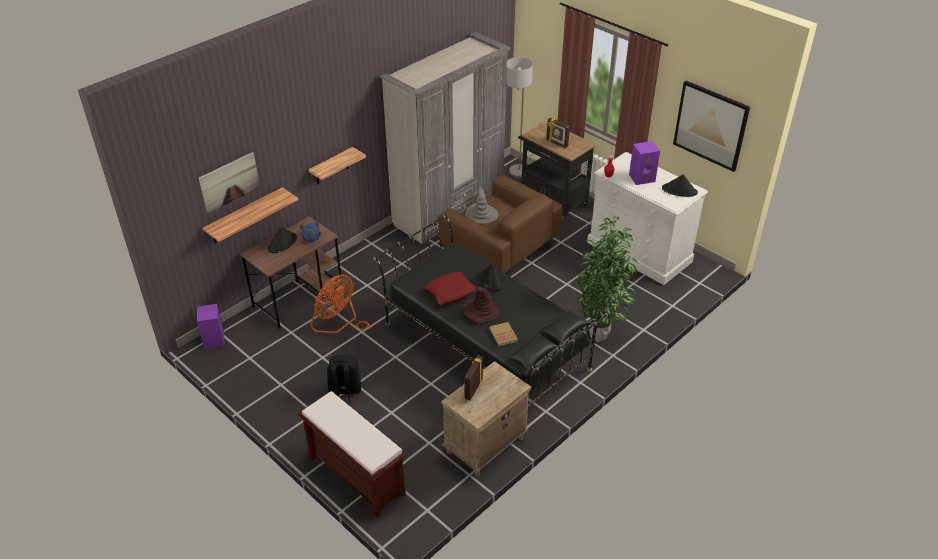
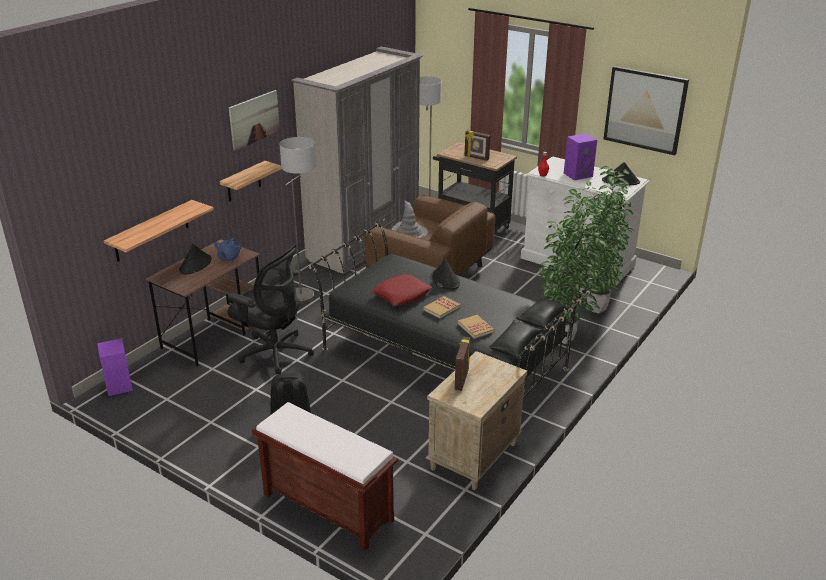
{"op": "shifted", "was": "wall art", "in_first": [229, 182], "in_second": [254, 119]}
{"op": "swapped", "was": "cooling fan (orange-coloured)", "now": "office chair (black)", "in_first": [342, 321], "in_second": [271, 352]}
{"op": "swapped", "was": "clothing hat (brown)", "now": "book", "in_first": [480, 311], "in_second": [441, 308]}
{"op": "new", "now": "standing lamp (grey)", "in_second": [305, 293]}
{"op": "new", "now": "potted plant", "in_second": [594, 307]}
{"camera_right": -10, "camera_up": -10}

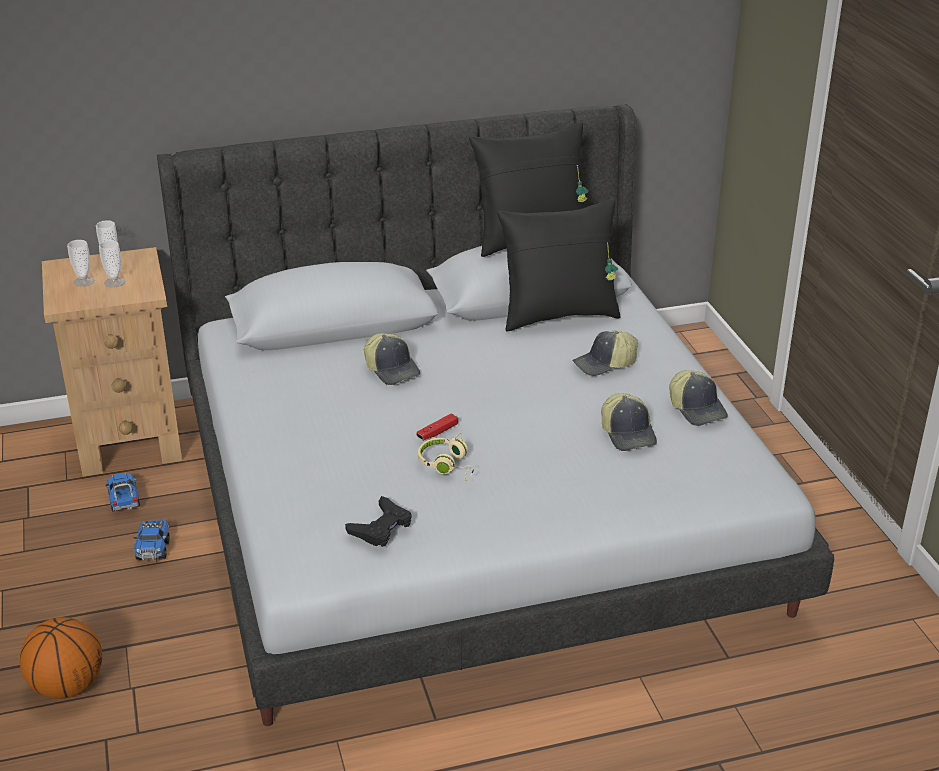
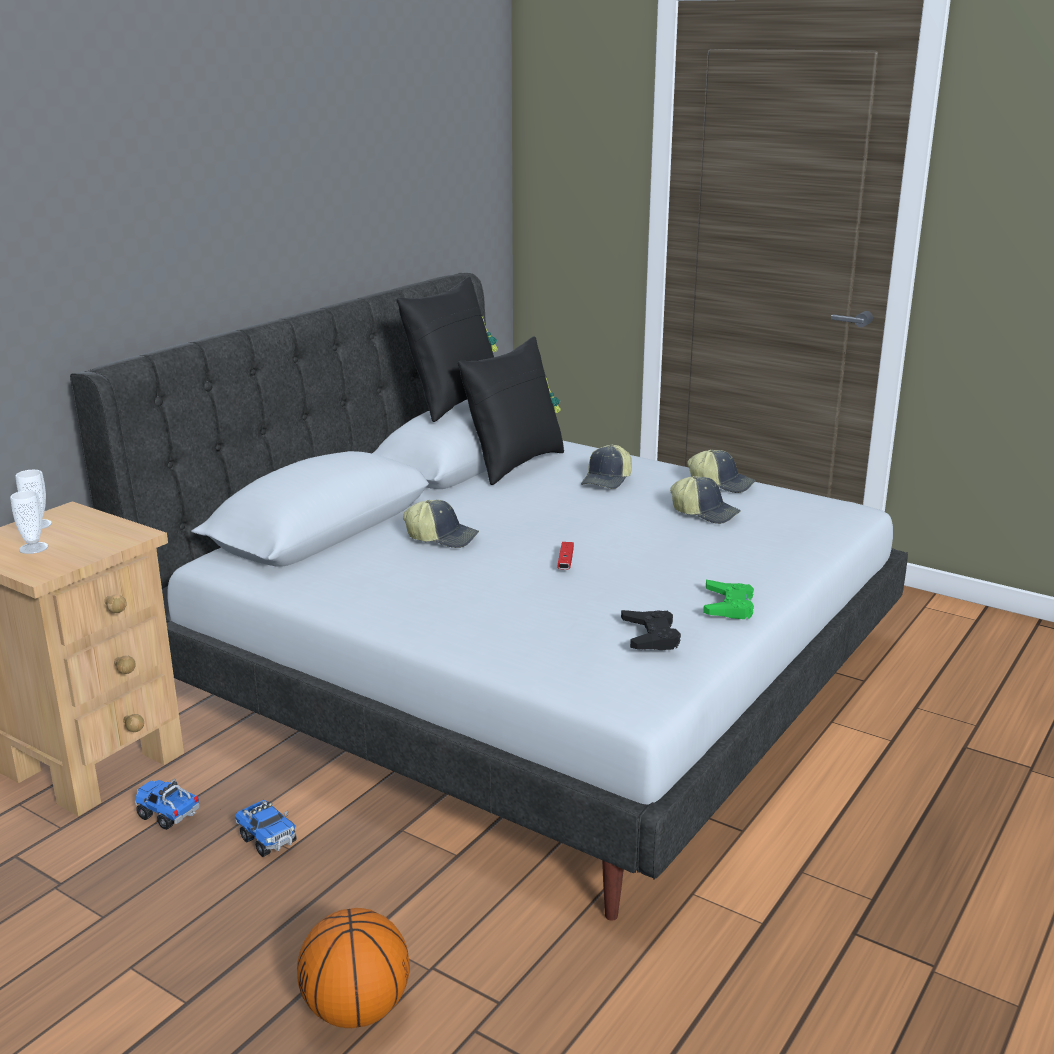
{"op": "gone", "was": "cup", "in_first": [114, 282]}
{"op": "gone", "was": "pair of headphones (sand-coloured)", "in_first": [448, 465]}
{"op": "new", "now": "game controller (green-coloured)", "in_second": [728, 606]}
{"camera_right": -40, "camera_up": -10}

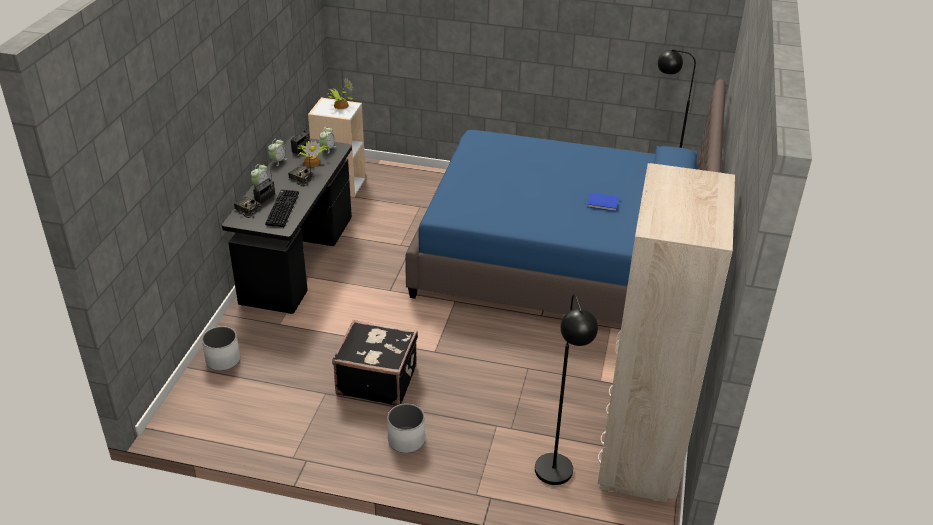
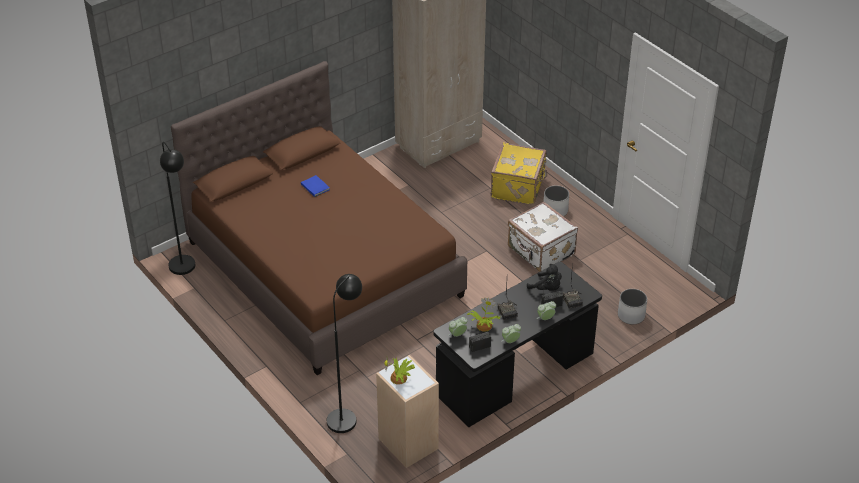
{"op": "repainted", "was": "bedroom bed (blue-coloured)", "now": "bedroom bed (brown)", "in_first": [560, 260], "in_second": [324, 268]}
{"op": "swapped", "was": "PC keyboard", "now": "plush toy (black)", "in_first": [281, 208], "in_second": [546, 288]}
{"op": "shifted", "was": "standing lamp (black)", "in_first": [556, 480], "in_second": [346, 416]}
{"op": "repainted", "was": "suitcase (black)", "now": "suitcase (white)", "in_first": [377, 379], "in_second": [540, 252]}
{"op": "new", "now": "suitcase (yellowish)", "in_second": [518, 187]}
{"camera_right": -140, "camera_up": 5}

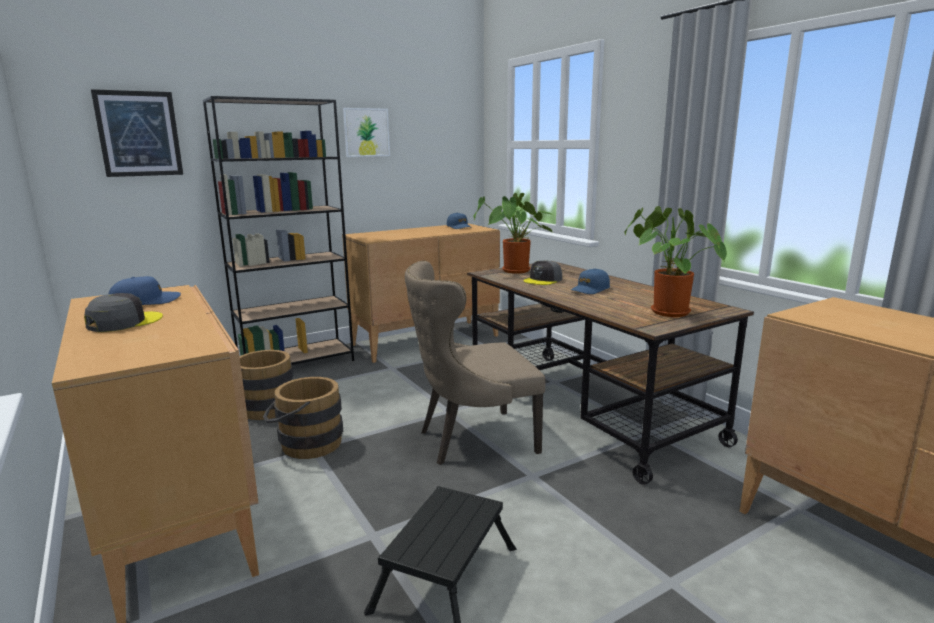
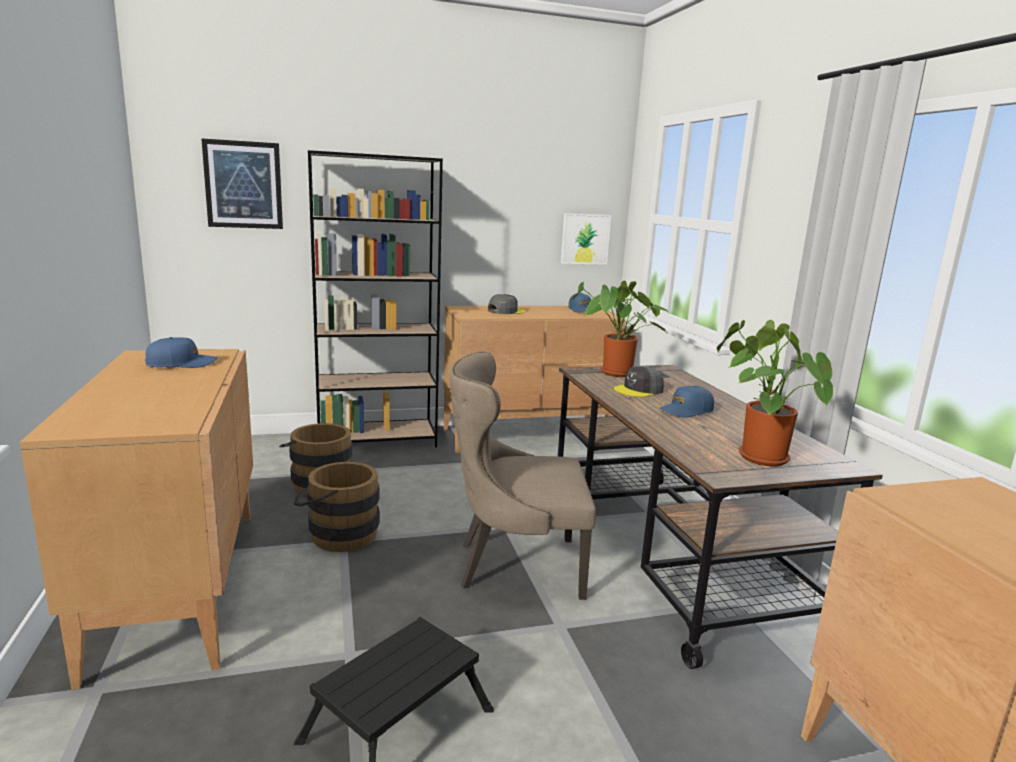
{"op": "shifted", "was": "wall art", "in_first": [366, 132], "in_second": [585, 239]}
{"op": "shifted", "was": "cap (grey)", "in_first": [124, 322], "in_second": [506, 311]}
{"camera_right": 15, "camera_up": 0}

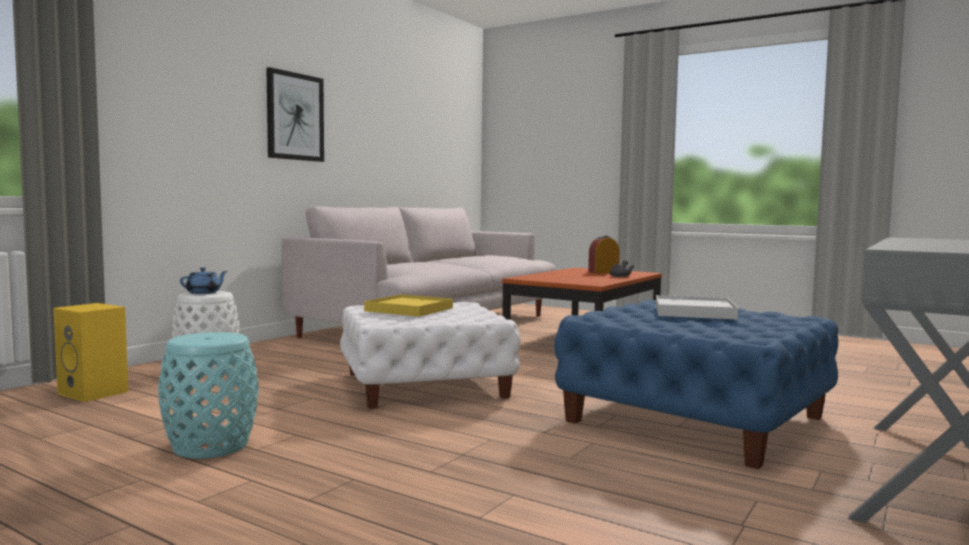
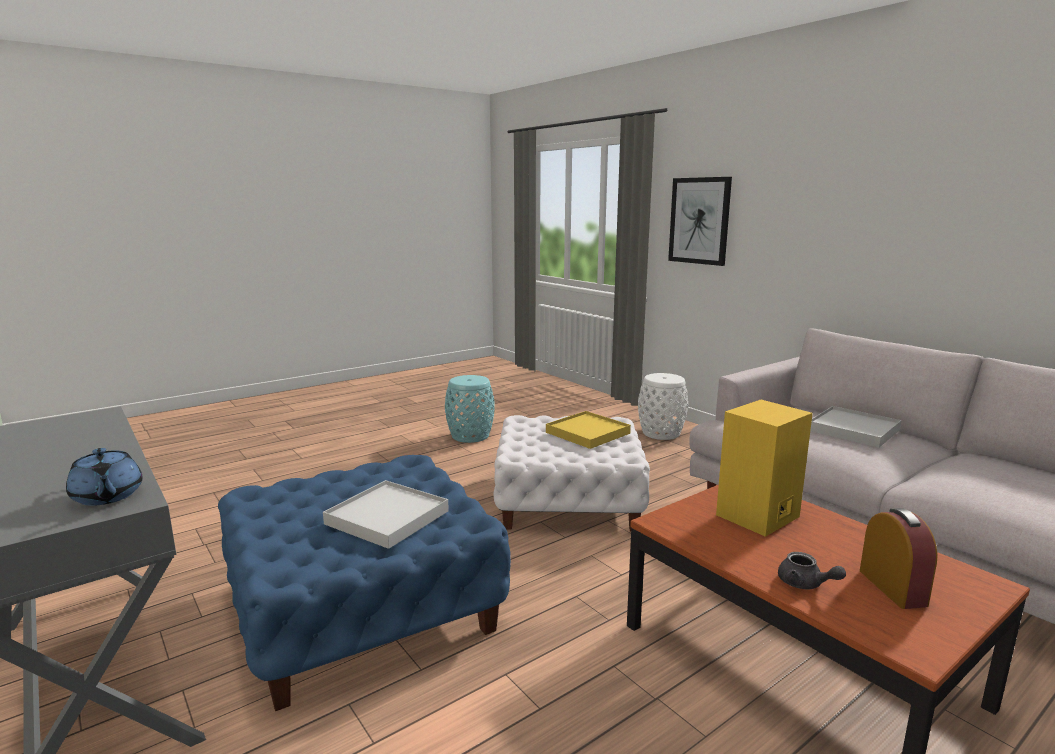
{"op": "shifted", "was": "wall art", "in_first": [295, 116], "in_second": [699, 221]}
{"op": "shifted", "was": "pot for tea (blue-coloured)", "in_first": [204, 293], "in_second": [107, 496]}
{"op": "shifted", "was": "loudspeaker (yellowish)", "in_first": [95, 393], "in_second": [758, 517]}
{"op": "new", "now": "carrying tray (white)", "in_second": [853, 430]}
{"camera_right": 110, "camera_up": 10}

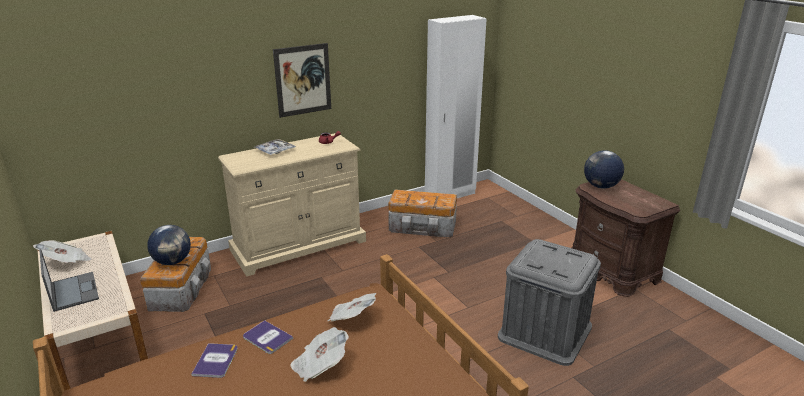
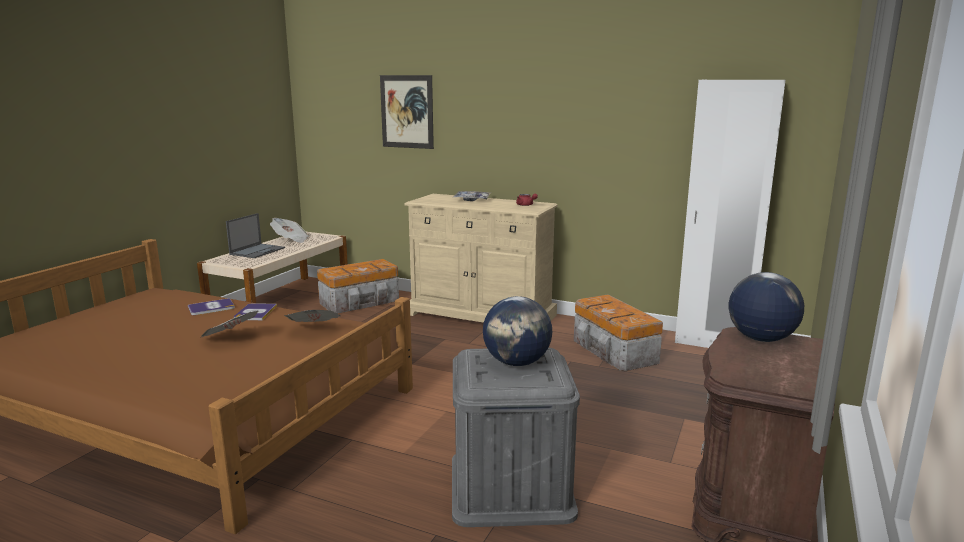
{"op": "shifted", "was": "wall art", "in_first": [303, 80], "in_second": [407, 112]}
{"op": "shifted", "was": "world globe", "in_first": [173, 261], "in_second": [517, 363]}
{"camera_right": 55, "camera_up": -10}

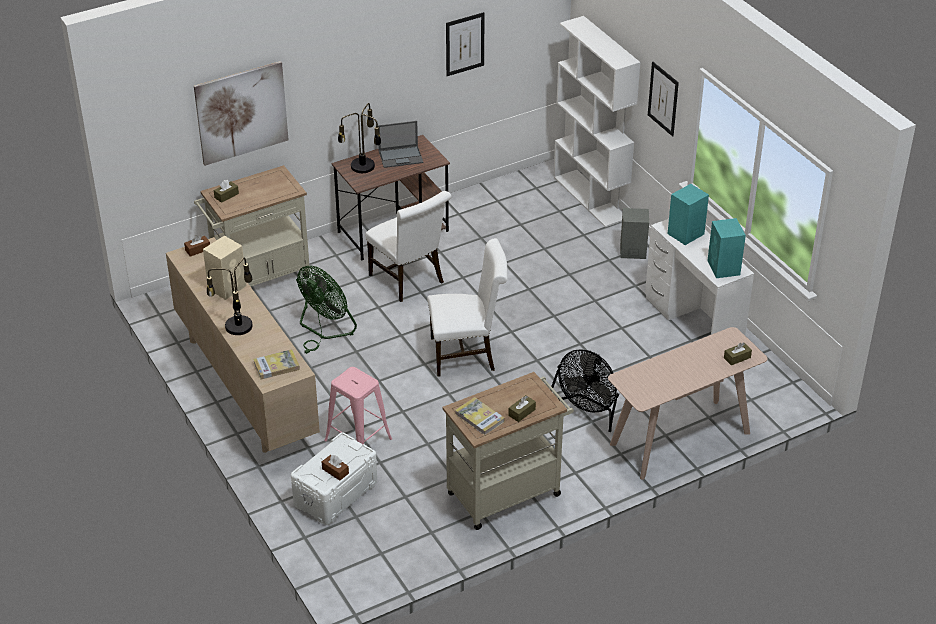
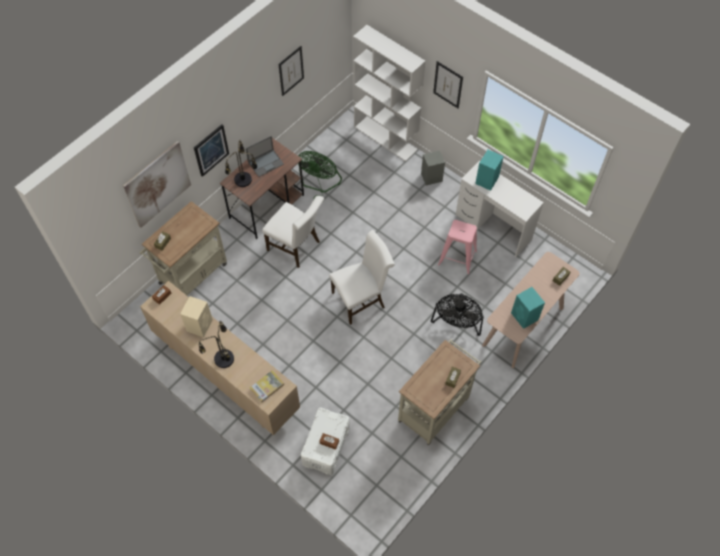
{"op": "shifted", "was": "loudspeaker (turquoise-coloured)", "in_first": [724, 268], "in_second": [525, 317]}
{"op": "shifted", "was": "cooling fan (green-coloured)", "in_first": [321, 328], "in_second": [317, 185]}
{"op": "shifted", "was": "stool seat (pink)", "in_first": [358, 439], "in_second": [457, 258]}
{"op": "gone", "was": "book", "in_first": [479, 418]}
{"op": "new", "now": "wall art", "in_second": [211, 150]}
{"camera_right": -20, "camera_up": 20}

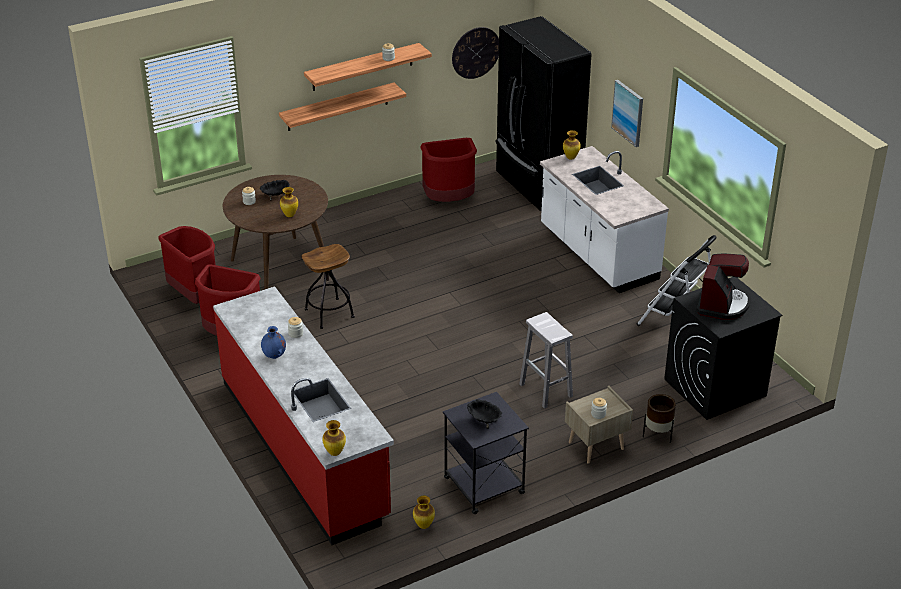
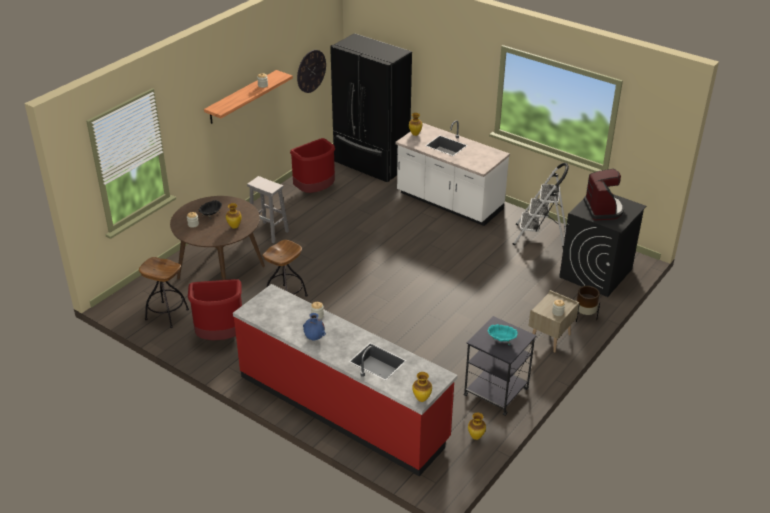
{"op": "gone", "was": "wall art", "in_first": [628, 113]}
{"op": "gone", "was": "bracket shelf", "in_first": [337, 107]}
{"op": "swapped", "was": "trash can (red)", "now": "stool seat (brown)", "in_first": [194, 295], "in_second": [166, 314]}
{"op": "shifted", "was": "stool seat (white)", "in_first": [546, 390], "in_second": [269, 232]}
{"op": "repainted", "was": "bowl (black)", "now": "bowl (turquoise-coloured)", "in_first": [484, 420], "in_second": [501, 340]}
{"camera_right": -25, "camera_up": 0}

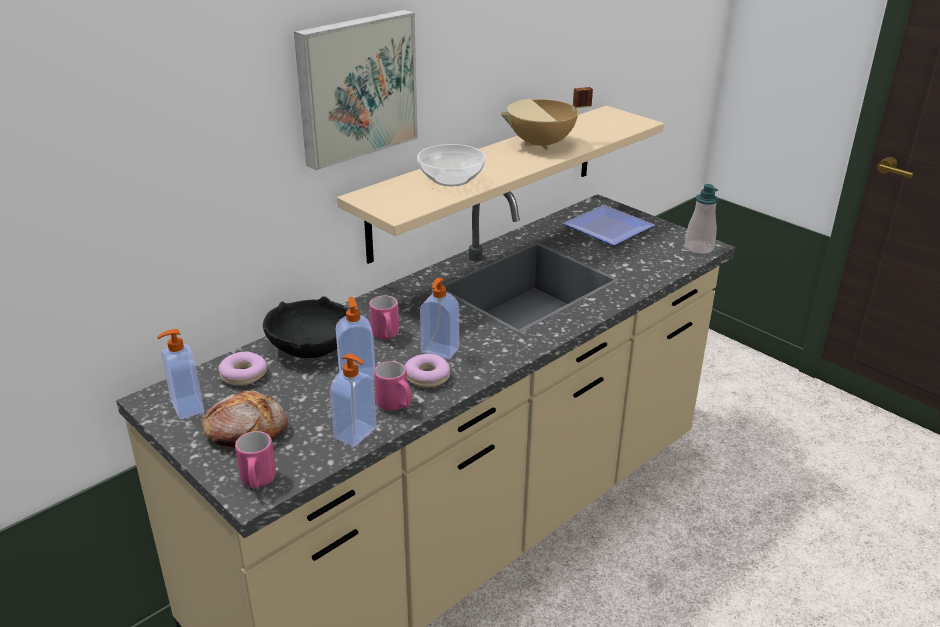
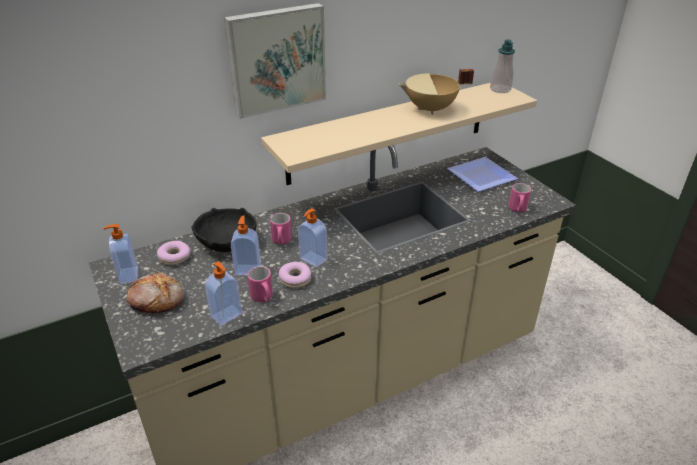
{"op": "gone", "was": "bowl", "in_first": [452, 179]}
{"op": "shifted", "was": "soap bottle", "in_first": [699, 248], "in_second": [500, 89]}
{"op": "shifted", "was": "tea mug (pink)", "in_first": [258, 482], "in_second": [517, 210]}
{"camera_right": 15, "camera_up": 5}

